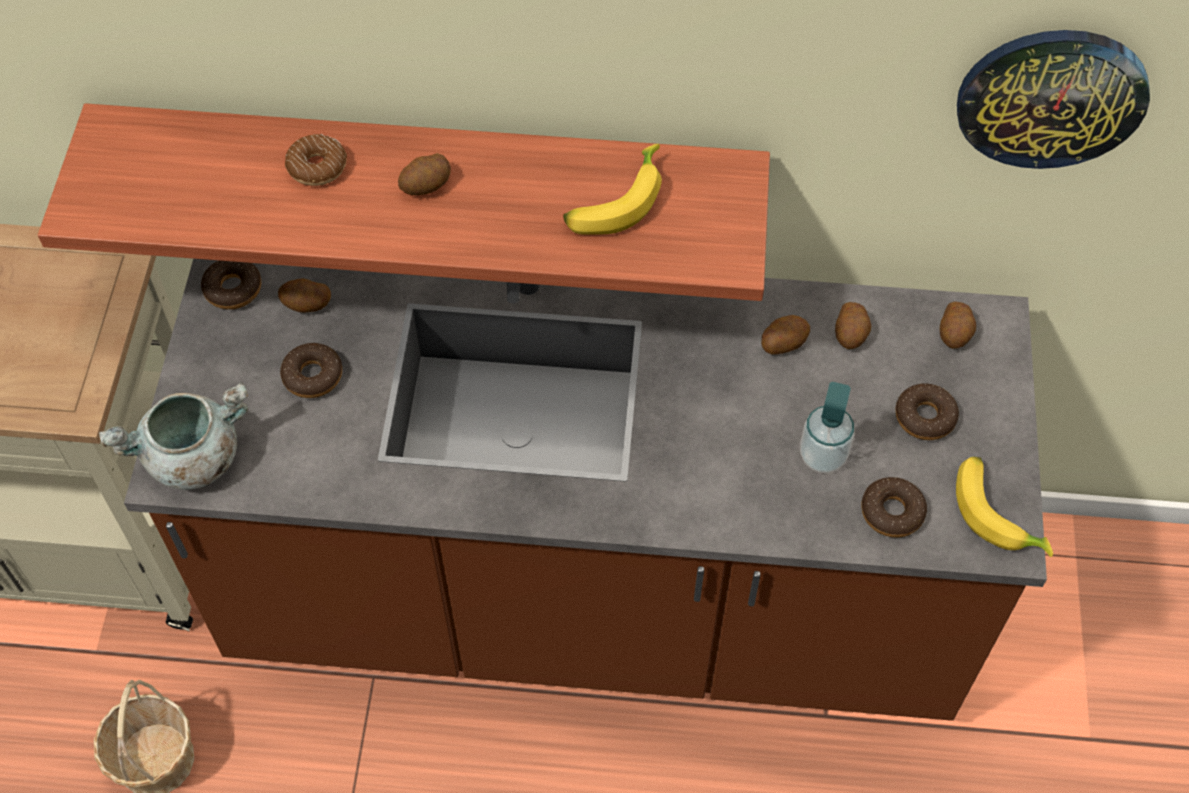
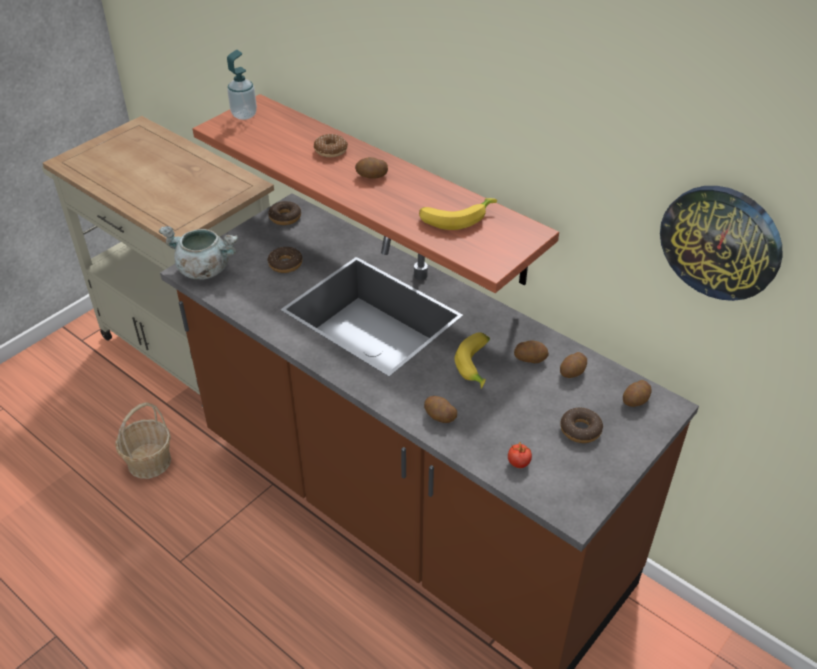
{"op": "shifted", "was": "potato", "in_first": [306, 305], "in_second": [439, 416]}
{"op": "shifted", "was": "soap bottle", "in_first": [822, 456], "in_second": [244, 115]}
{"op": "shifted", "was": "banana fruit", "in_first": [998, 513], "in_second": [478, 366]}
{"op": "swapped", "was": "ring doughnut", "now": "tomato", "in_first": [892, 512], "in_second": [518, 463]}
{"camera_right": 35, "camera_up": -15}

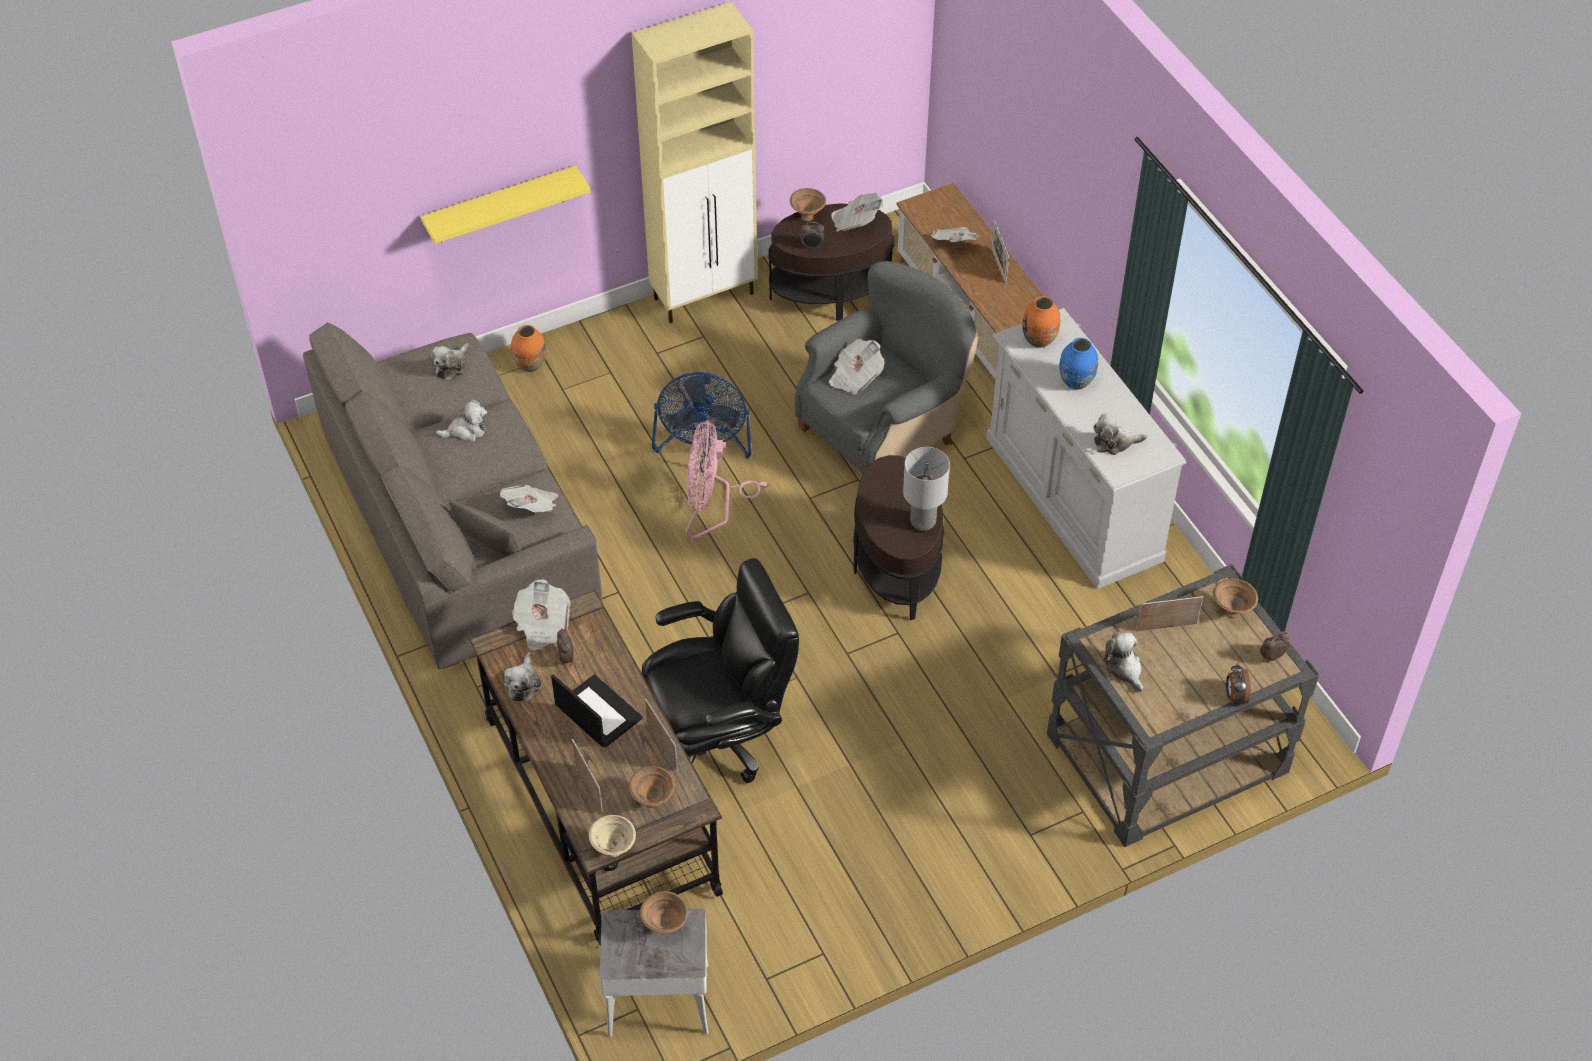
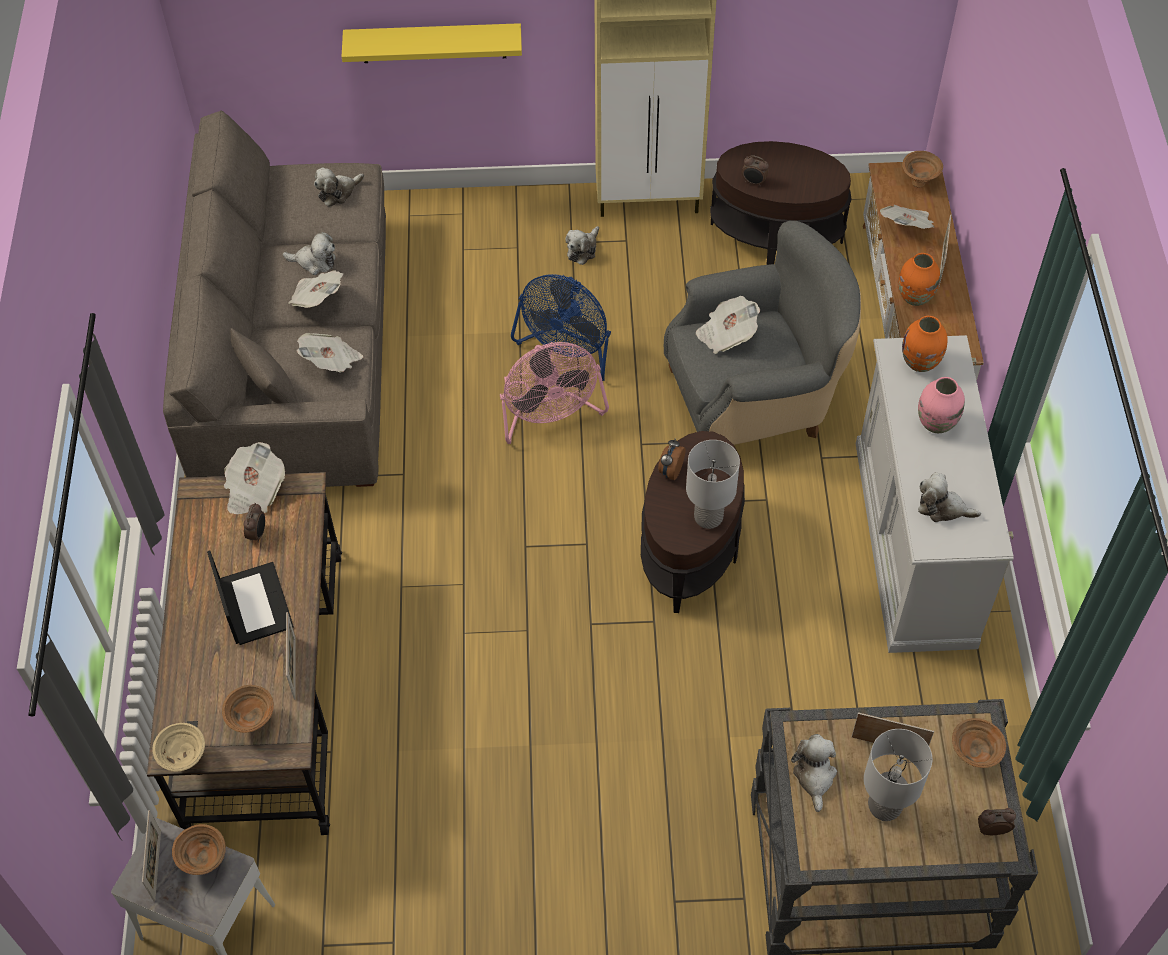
{"op": "shifted", "was": "bowl (brown)", "in_first": [807, 216], "in_second": [919, 182]}
{"op": "shifted", "was": "newspaper", "in_first": [855, 222], "in_second": [317, 298]}
{"op": "shifted", "was": "vase (orange-coloured)", "in_first": [530, 365], "in_second": [914, 297]}
{"op": "repainted", "was": "vase (blue-coloured)", "now": "vase (pink)", "in_first": [1076, 382], "in_second": [936, 423]}
{"op": "rotated", "was": "cooling fan (pink)", "in_first": [714, 501], "in_second": [545, 413], "clockwise": -135}
{"op": "gone", "was": "office chair (black)", "in_first": [720, 735]}
{"op": "shifted", "was": "plush toy", "in_first": [523, 684], "in_second": [583, 249]}
{"op": "shifted", "was": "bedside clock", "in_first": [1235, 696], "in_second": [670, 471]}
{"op": "shifted", "was": "standing frame", "in_first": [589, 788], "in_second": [157, 866]}
{"op": "new", "now": "table lamp (grey)", "in_second": [884, 807]}
{"camera_right": 25, "camera_up": 5}

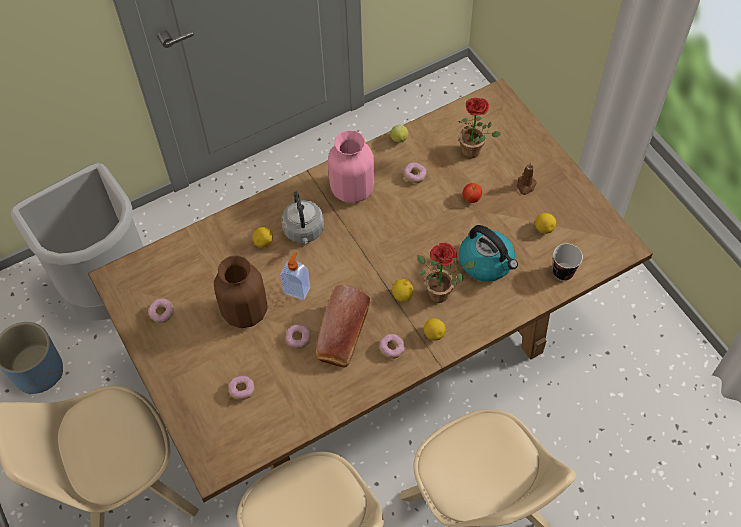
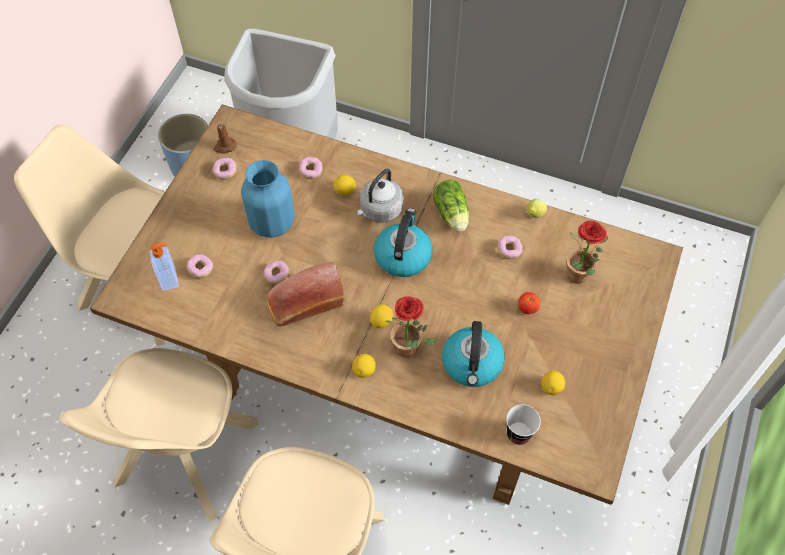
{"op": "swapped", "was": "vase (pink)", "now": "head of lettuce", "in_first": [352, 189], "in_second": [452, 215]}
{"op": "shifted", "was": "candle (brown)", "in_first": [525, 185], "in_second": [225, 146]}
{"op": "shifted", "was": "soap bottle", "in_first": [297, 290], "in_second": [170, 279]}
{"op": "repainted", "was": "vase (brown)", "now": "vase (blue-coloured)", "in_first": [245, 311], "in_second": [272, 222]}
{"op": "shifted", "was": "ring doughnut", "in_first": [392, 349], "in_second": [311, 171]}
{"op": "new", "now": "kettle", "in_second": [403, 255]}
{"camera_right": 50, "camera_up": 0}

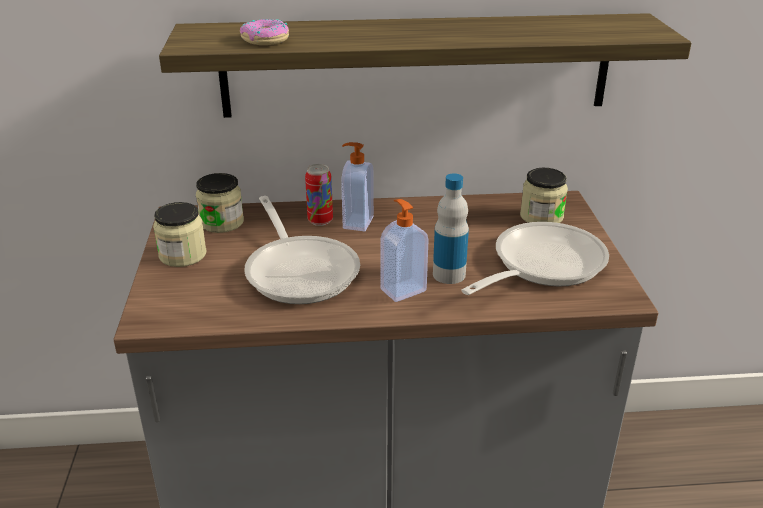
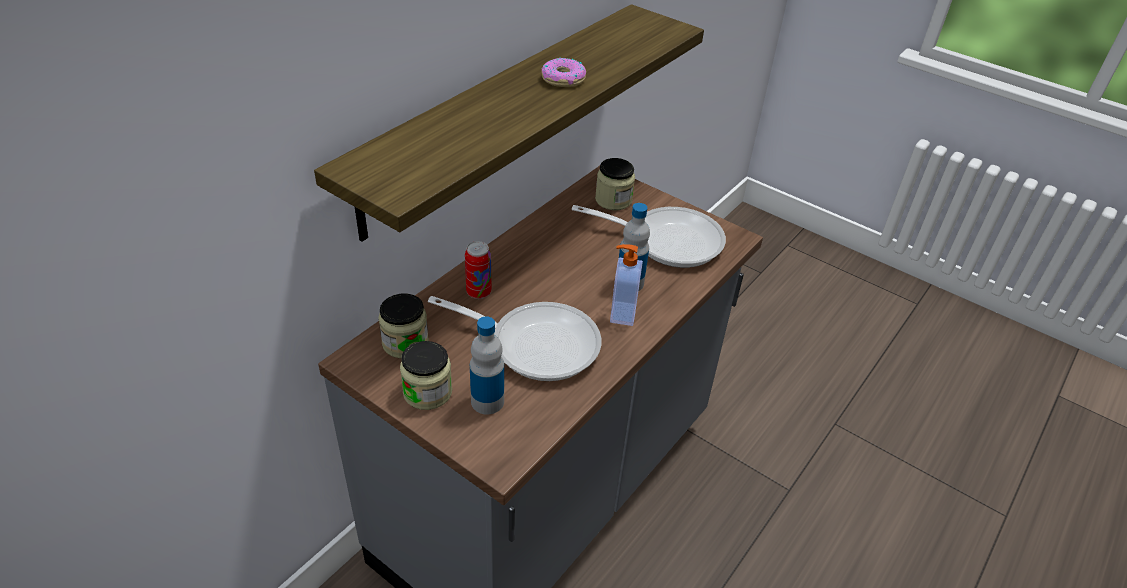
{"op": "shifted", "was": "ring doughnut", "in_first": [265, 40], "in_second": [563, 79]}
{"op": "gone", "was": "soap bottle", "in_first": [357, 222]}
{"op": "rotated", "was": "frying pan", "in_first": [541, 265], "in_second": [667, 240], "clockwise": 105}
{"op": "new", "now": "beverage bottle", "in_second": [487, 401]}
{"camera_right": -50, "camera_up": 10}

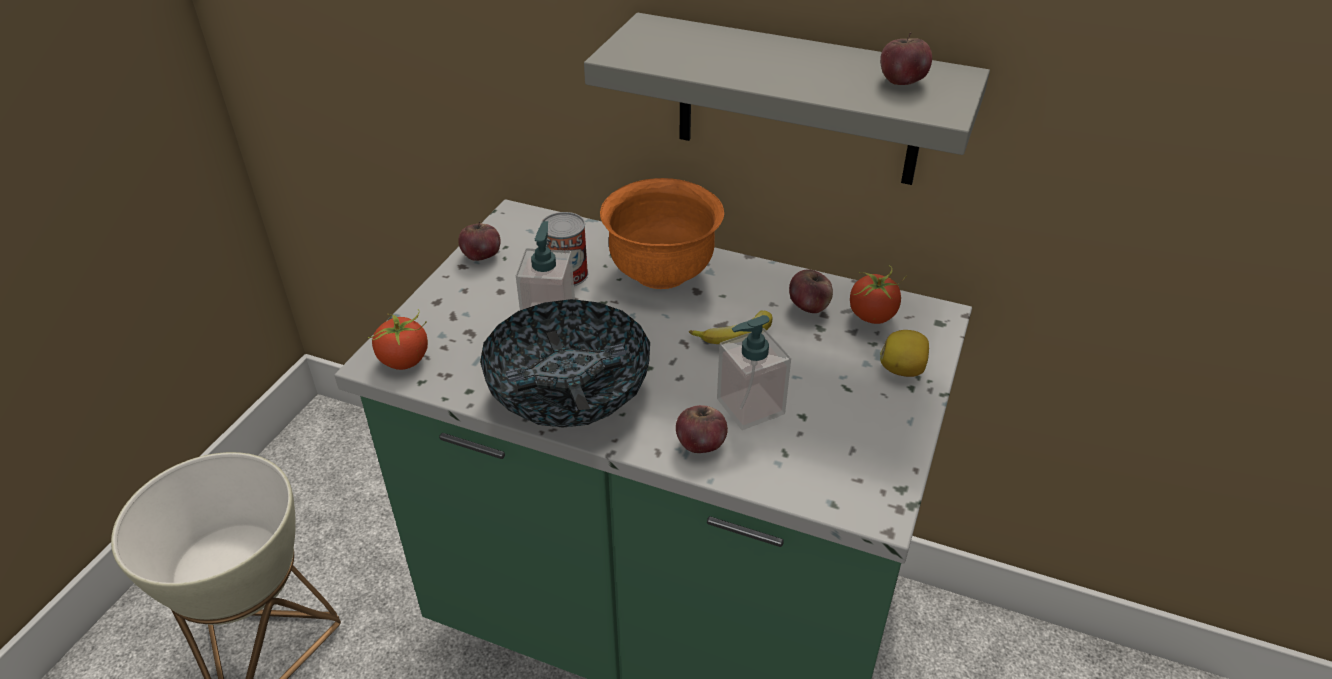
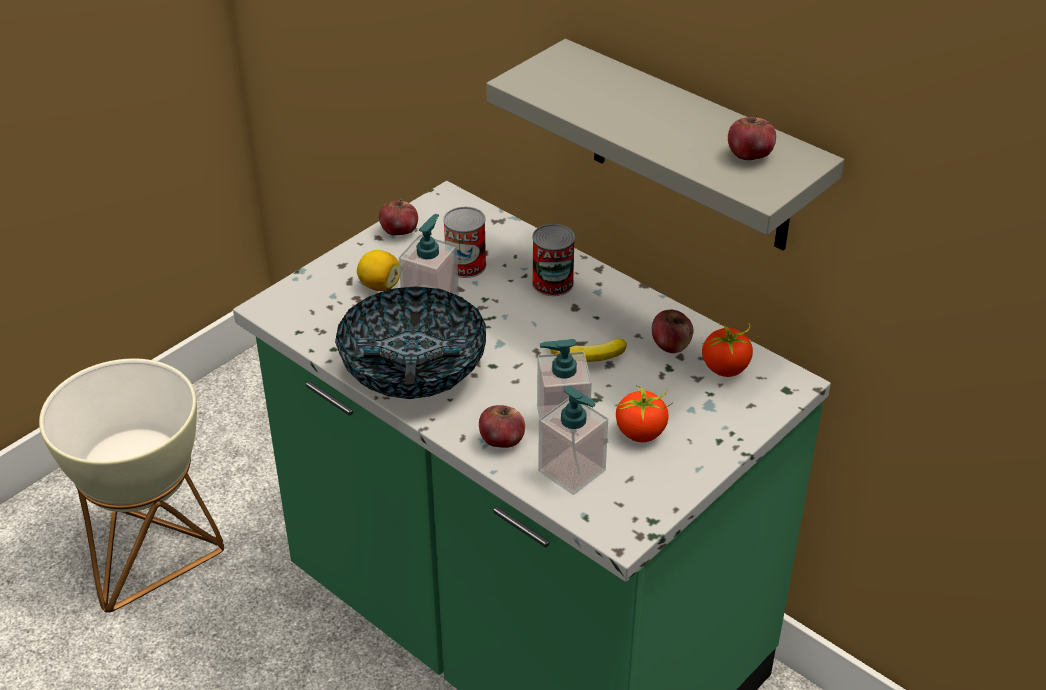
{"op": "swapped", "was": "bowl (orange-coloured)", "now": "sealed can", "in_first": [662, 272], "in_second": [552, 283]}
{"op": "shifted", "was": "tomato", "in_first": [404, 360], "in_second": [641, 432]}
{"op": "shifted", "was": "lemon", "in_first": [902, 370], "in_second": [379, 285]}
{"op": "new", "now": "soap bottle", "in_second": [572, 471]}
{"camera_right": 20, "camera_up": 0}

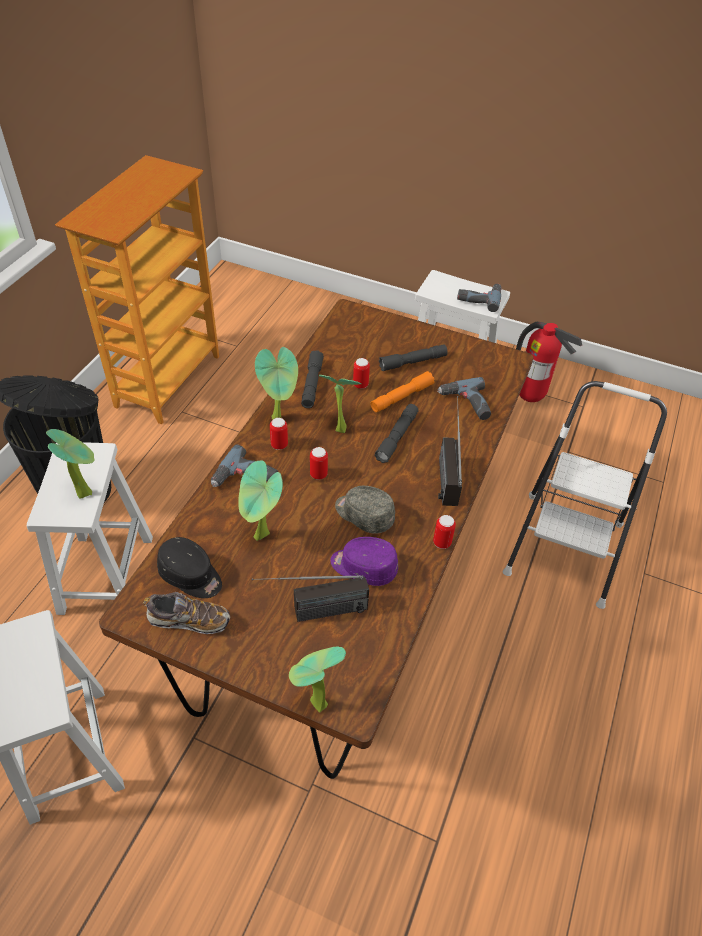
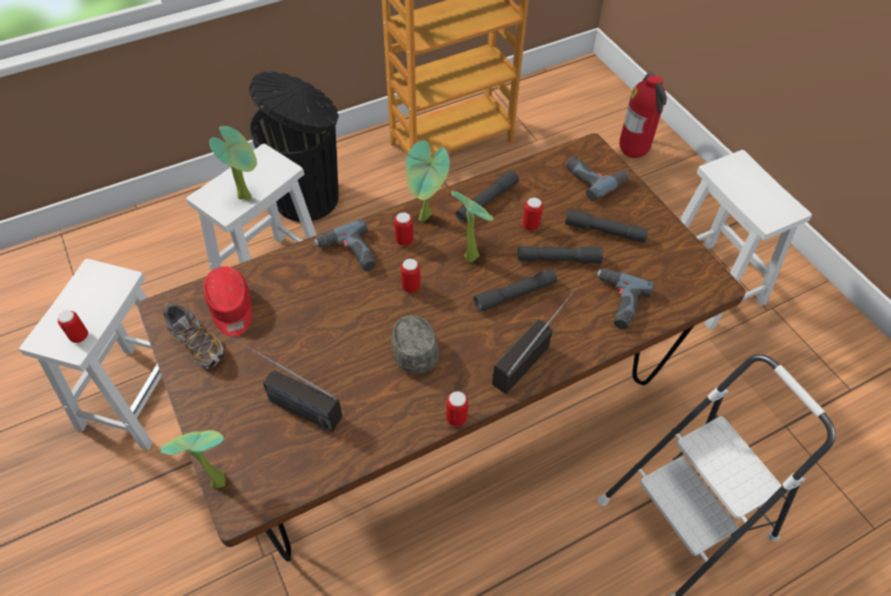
{"op": "shifted", "was": "power drill", "in_first": [479, 298], "in_second": [594, 178]}
{"op": "shifted", "was": "extinguisher", "in_first": [530, 397], "in_second": [633, 153]}
{"op": "repainted", "was": "flashlight (orange-coloured)", "now": "flashlight (grey)", "in_first": [401, 397], "in_second": [558, 259]}
{"op": "gone", "was": "potted plant", "in_first": [262, 538]}
{"op": "repainted", "was": "cap (black)", "now": "cap (red)", "in_first": [191, 576], "in_second": [231, 309]}
{"op": "gone", "was": "cap (purplish)", "in_first": [363, 567]}
{"op": "new", "now": "sealed can", "in_second": [79, 336]}
{"camera_right": 40, "camera_up": 5}

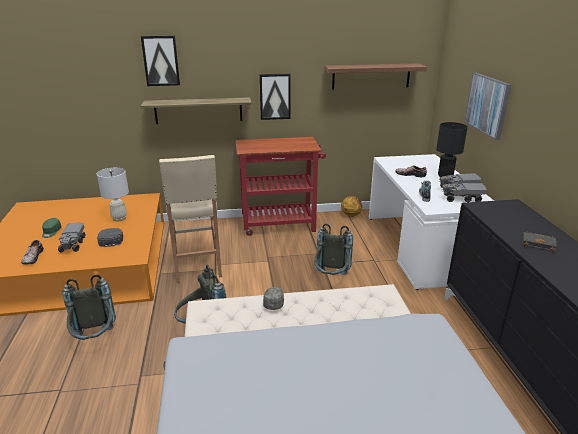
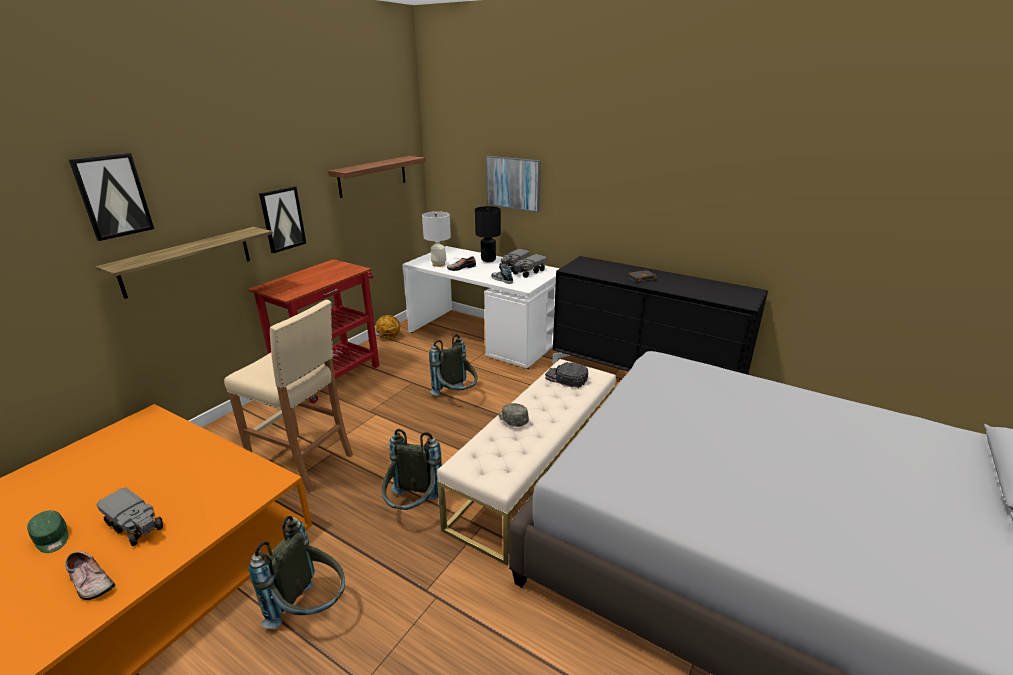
{"op": "shifted", "was": "table lamp (white)", "in_first": [119, 218], "in_second": [438, 264]}
{"op": "shifted", "was": "cap (black)", "in_first": [111, 238], "in_second": [566, 378]}
{"camera_right": -50, "camera_up": 0}

